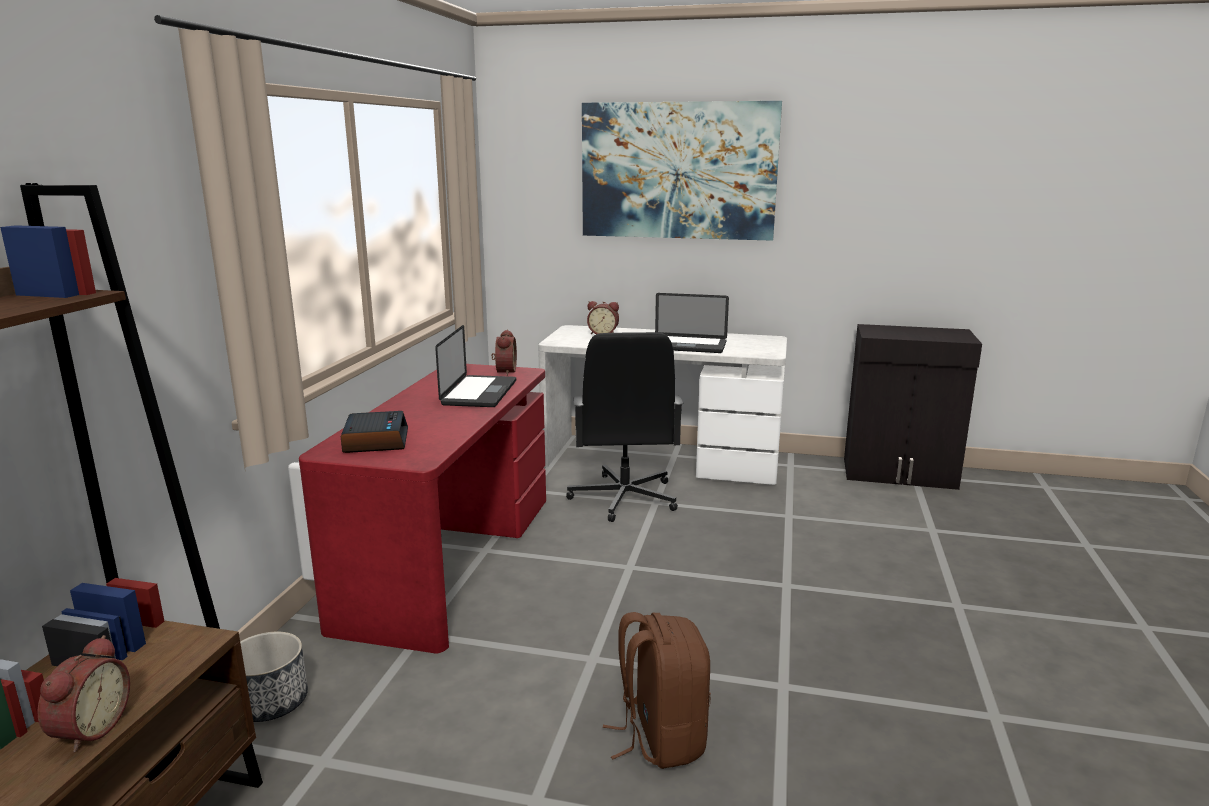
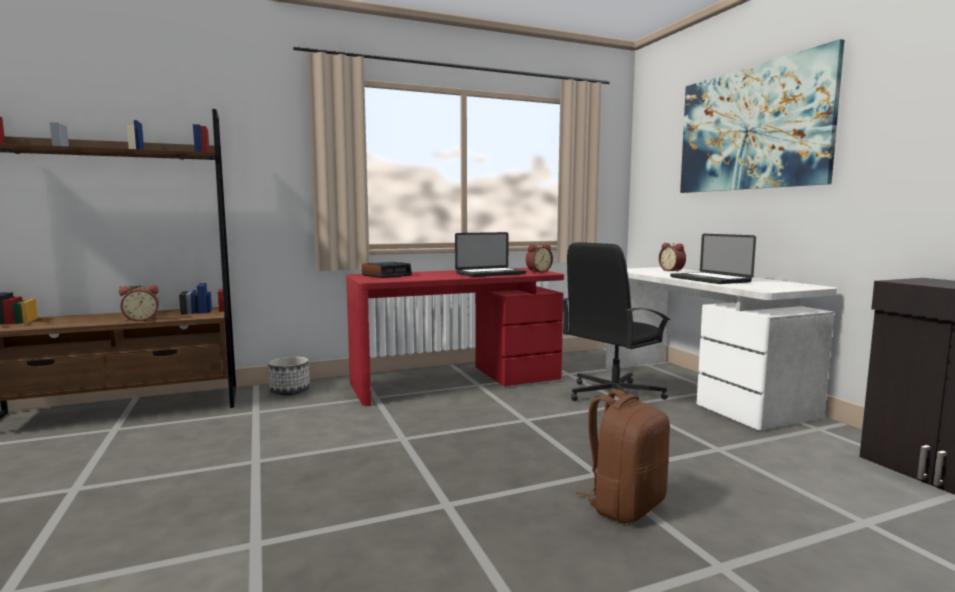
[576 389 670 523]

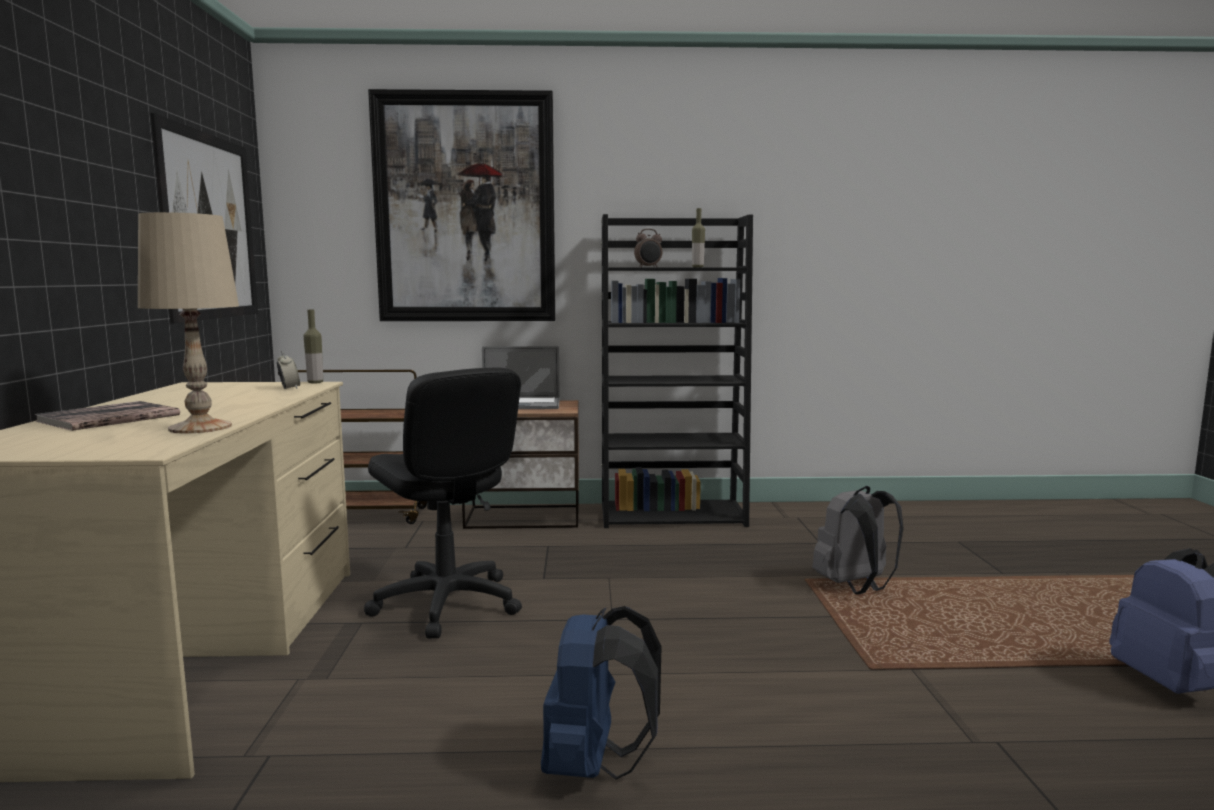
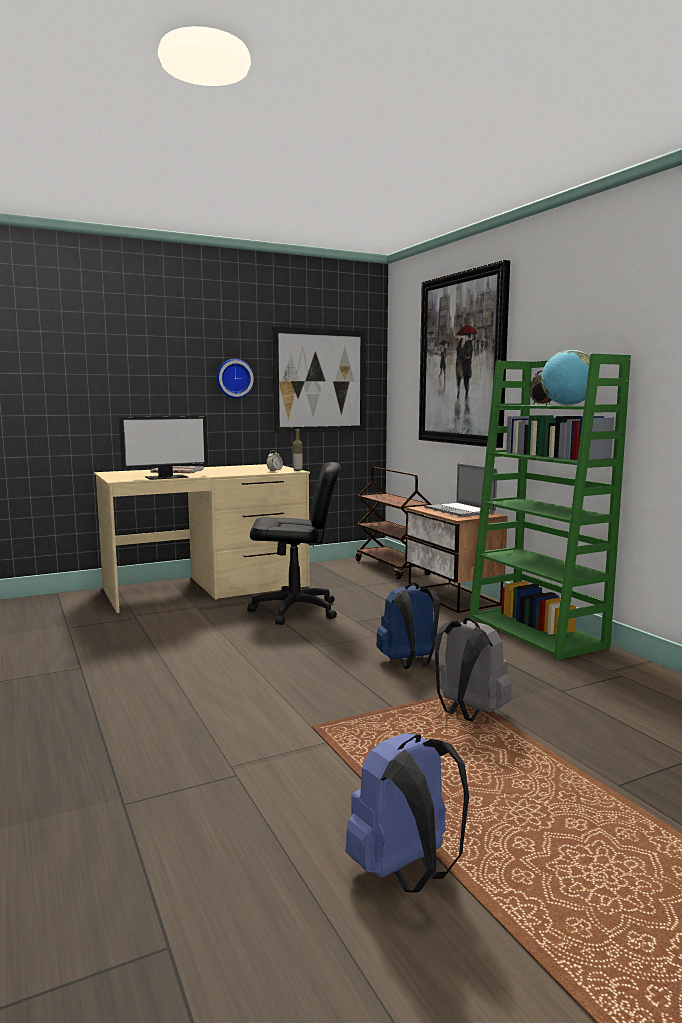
[119 416 208 480]
[247 462 341 625]
[376 582 440 669]
[469 354 631 660]
[541 350 590 406]
[216 359 254 399]

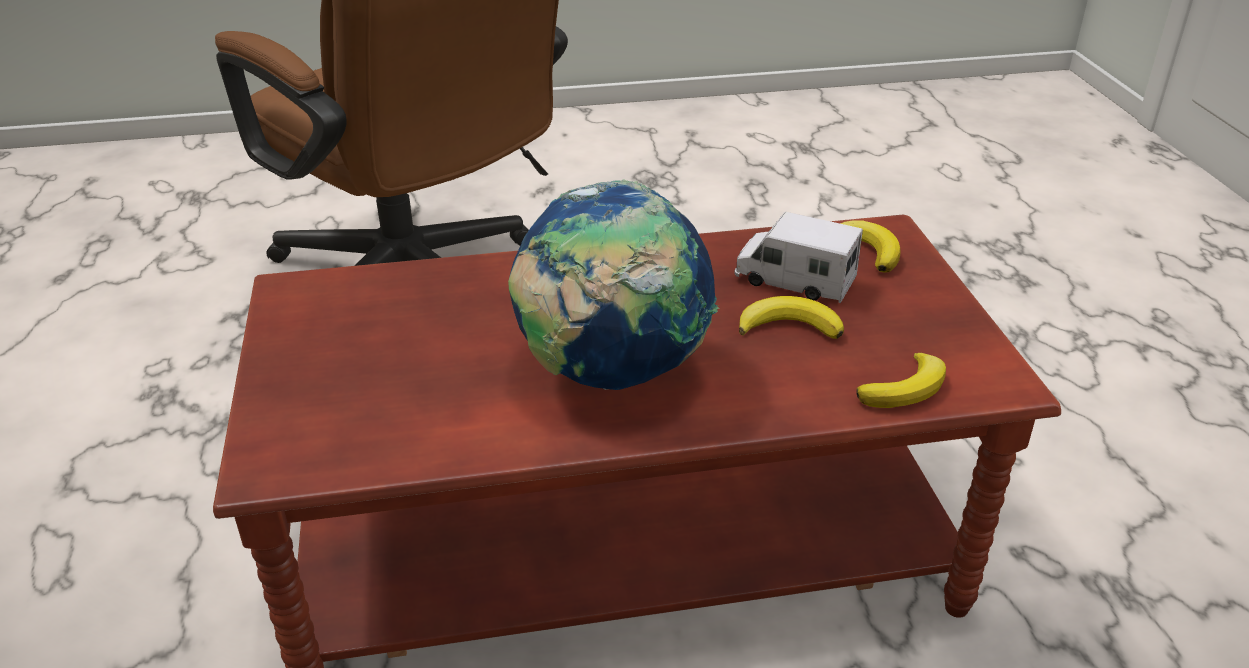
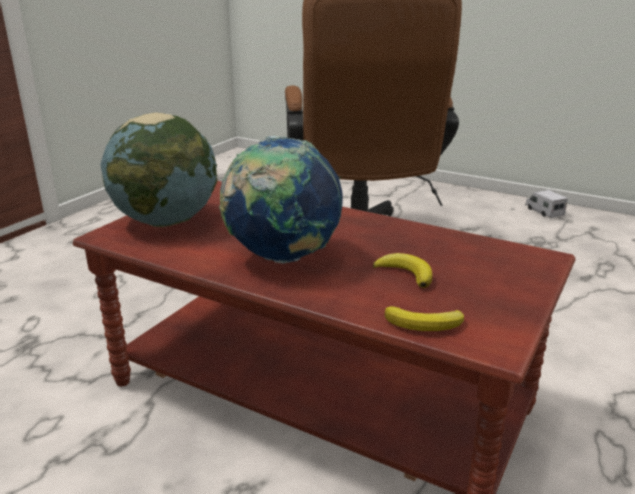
[525 190 568 218]
[840 221 901 272] (first image)
[101 113 218 227]

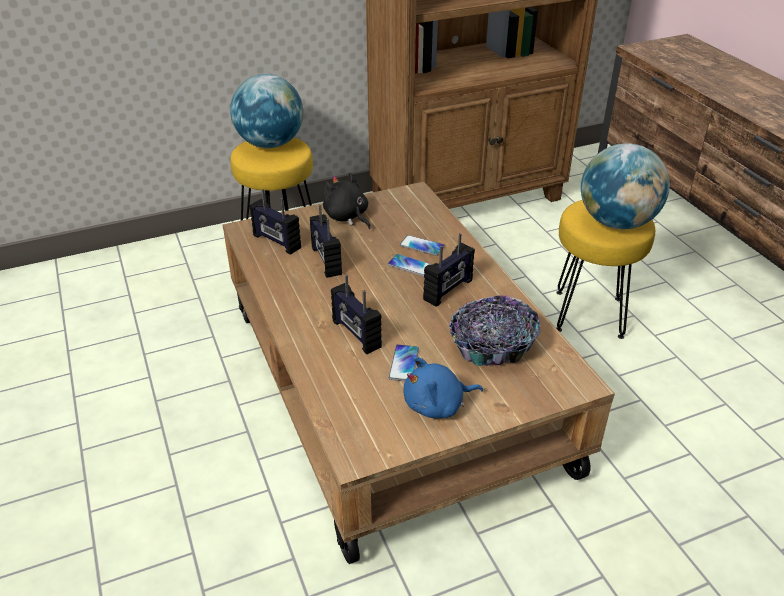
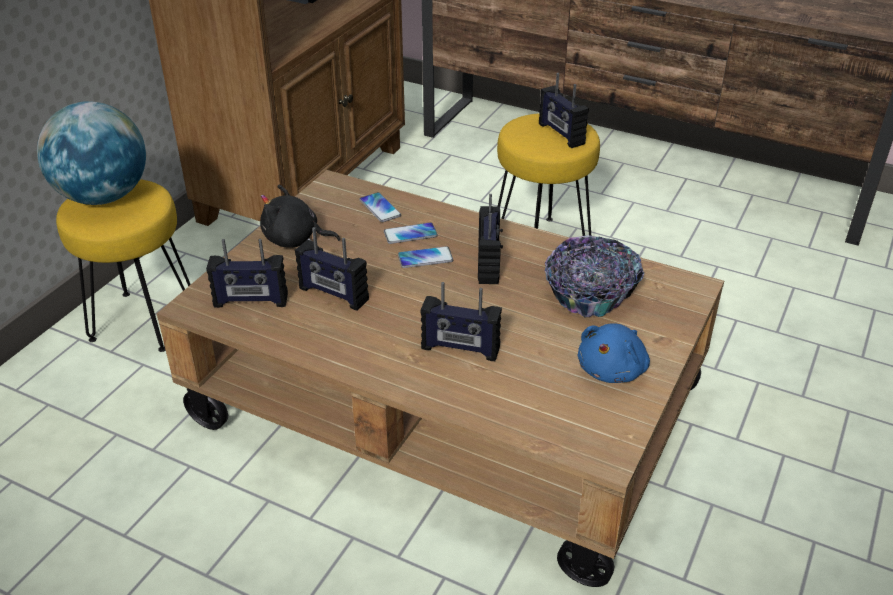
[359 192 401 222]
[539 73 589 148]

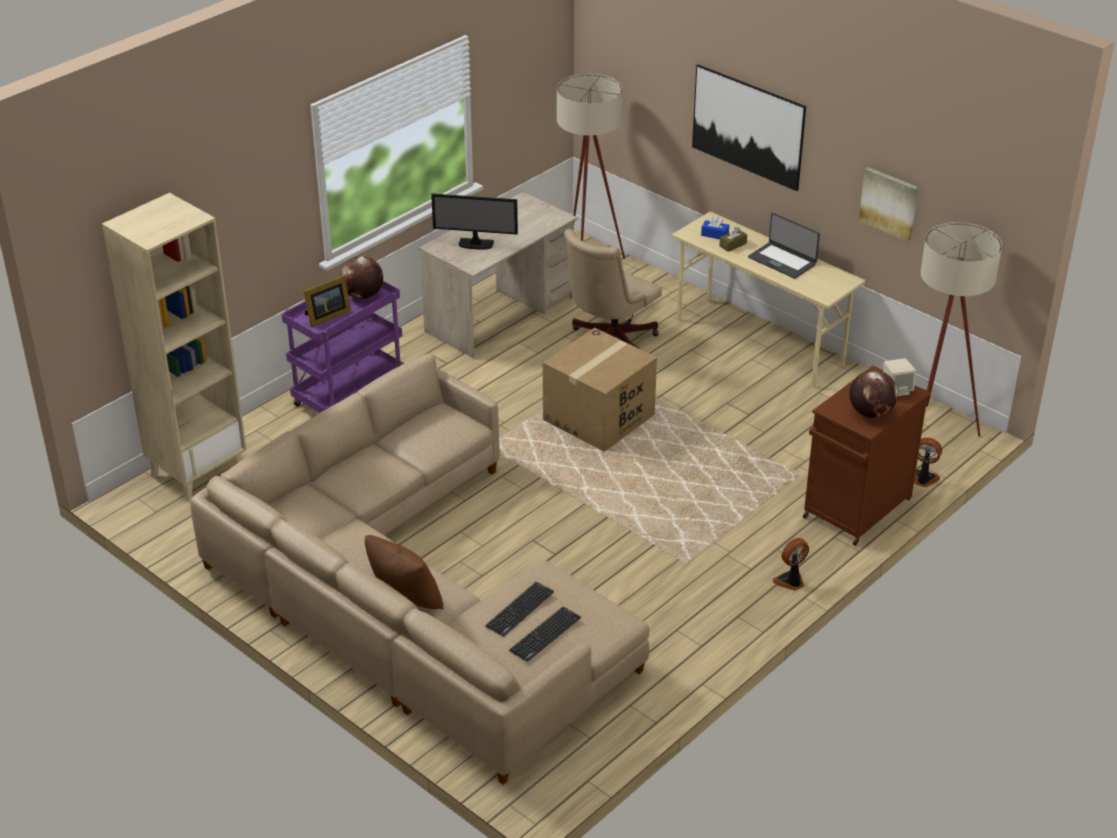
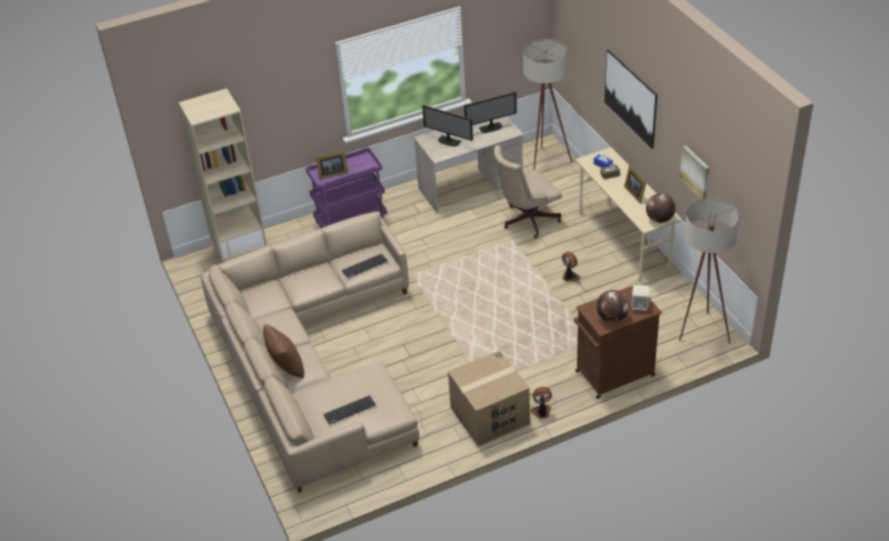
[646 194 675 223]
[342 254 388 278]
[448 351 530 446]
[624 165 646 204]
[562 251 581 282]
[464 92 517 133]

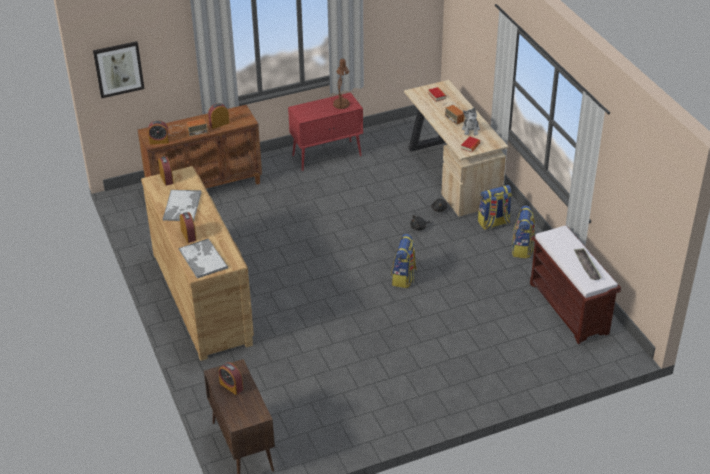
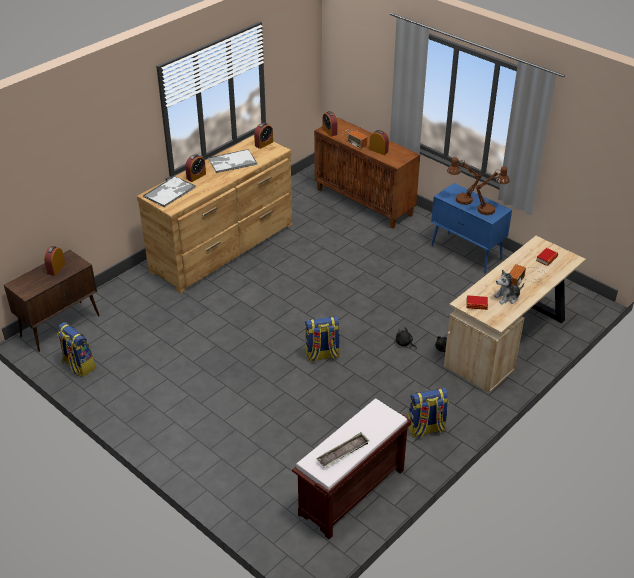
[93 41 144 98] (first image)
[431 183 512 273]
[57 322 96 377]
[447 157 482 205]

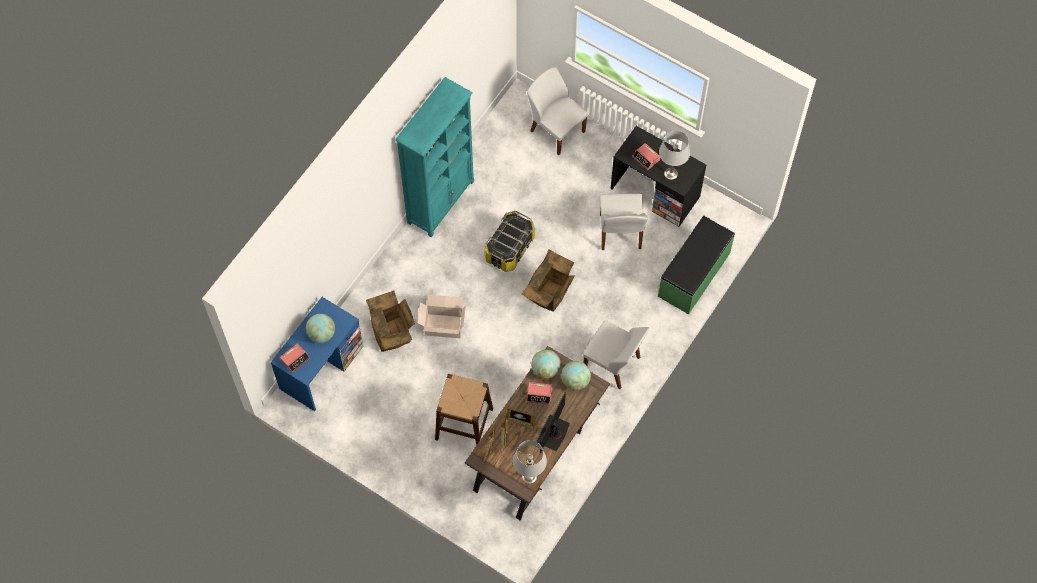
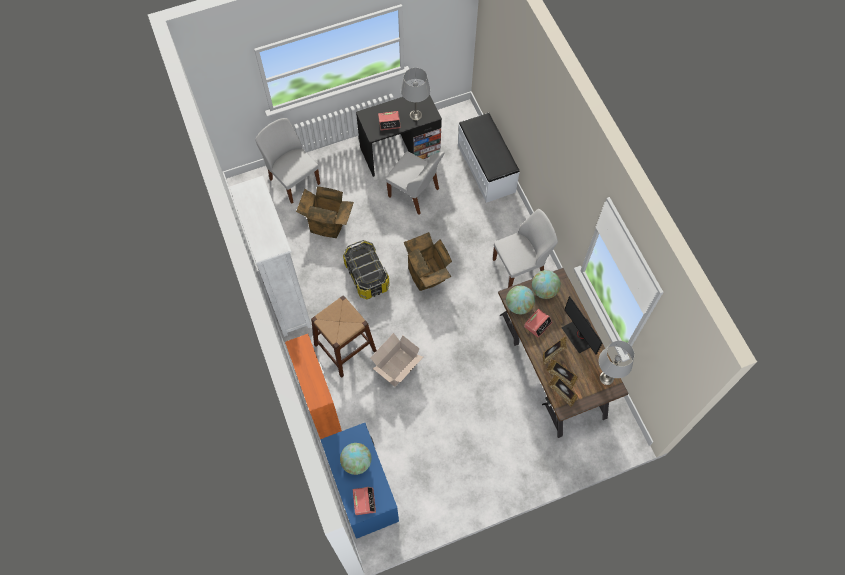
[296 186 354 238]
[229 176 312 337]
[311 295 377 378]
[255 118 320 204]
[458 113 520 203]
[285 334 342 439]

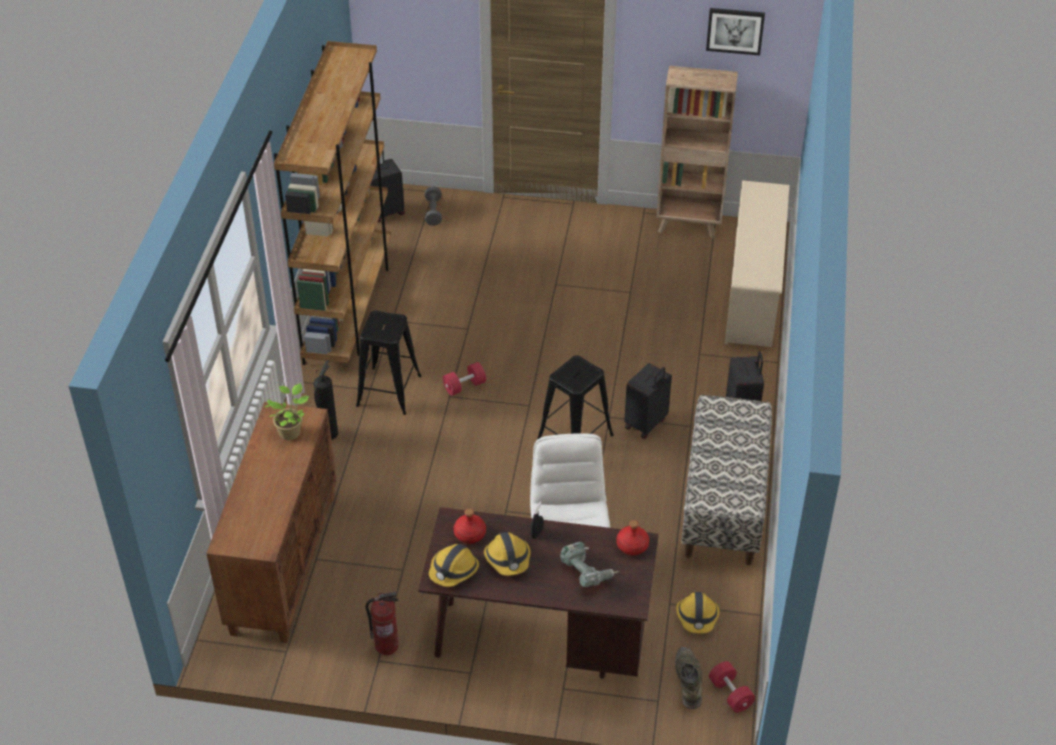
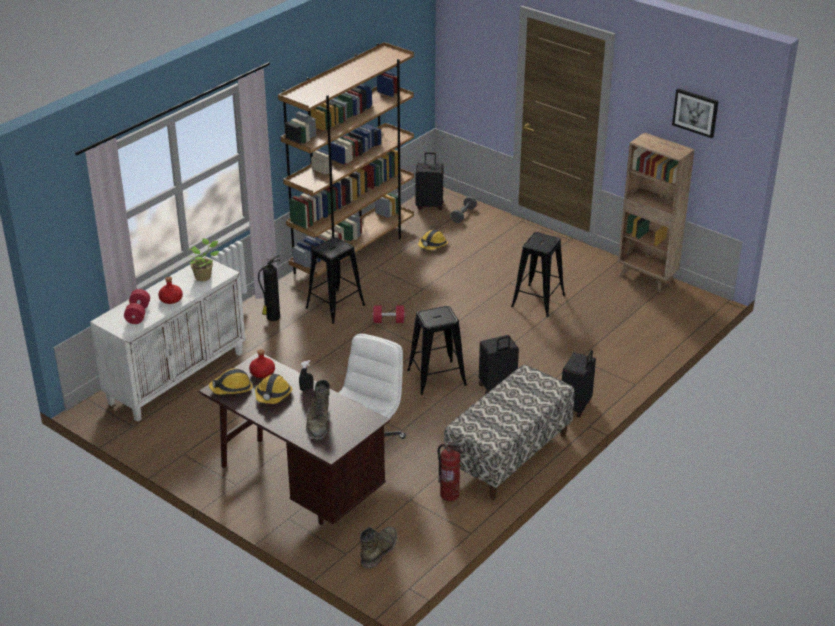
[90 256 246 422]
[438 442 463 501]
[306 380 330 439]
[158 277 183 304]
[418 230 448 250]
[124 289 150 324]
[725 181 789 347] (first image)
[511 232 565 317]

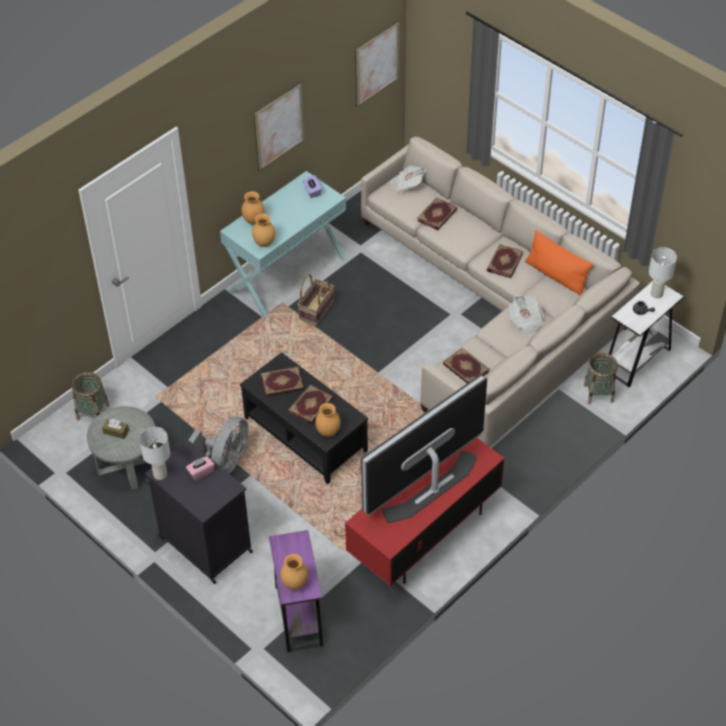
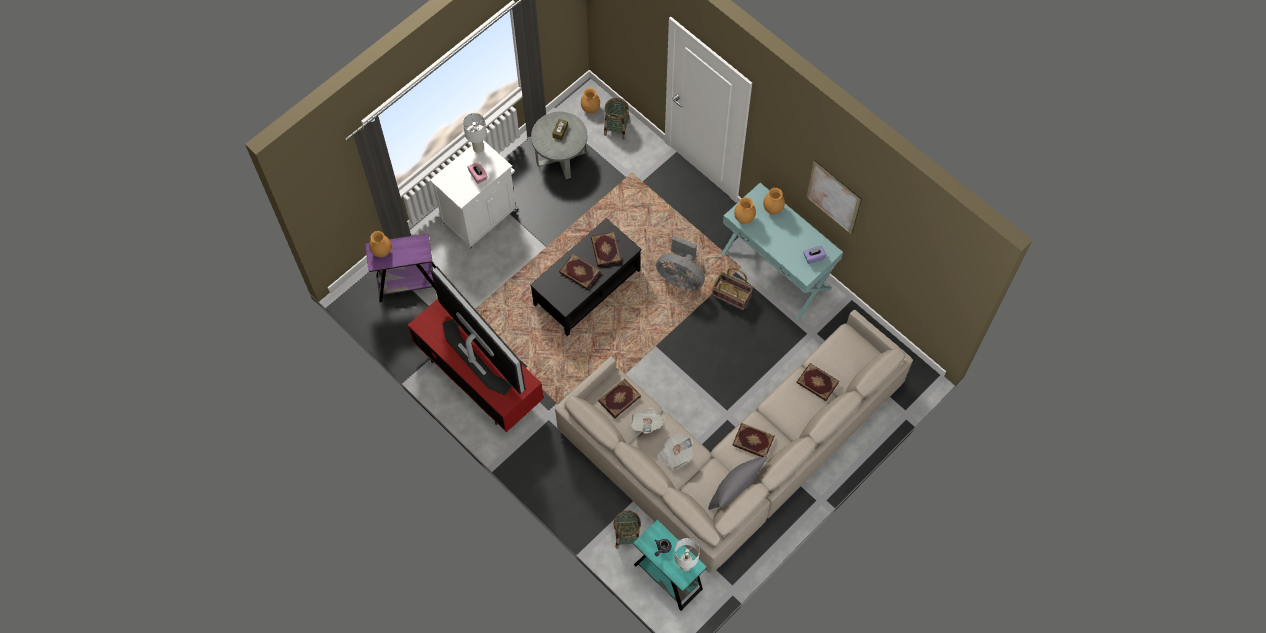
[430 140 517 250]
[656 235 705 290]
[581 88 600 114]
[355 20 400 107] (first image)
[630 407 664 434]
[708 456 767 510]
[633 520 707 611]

